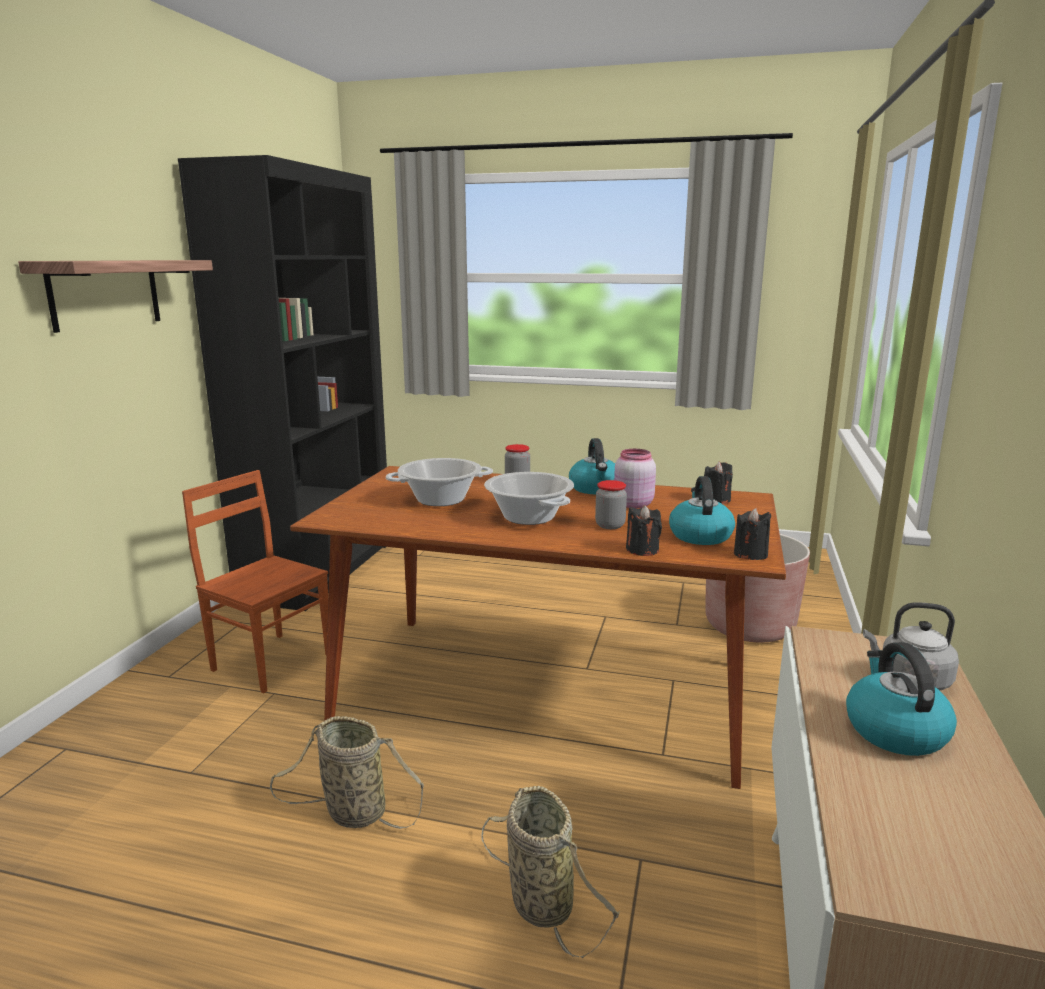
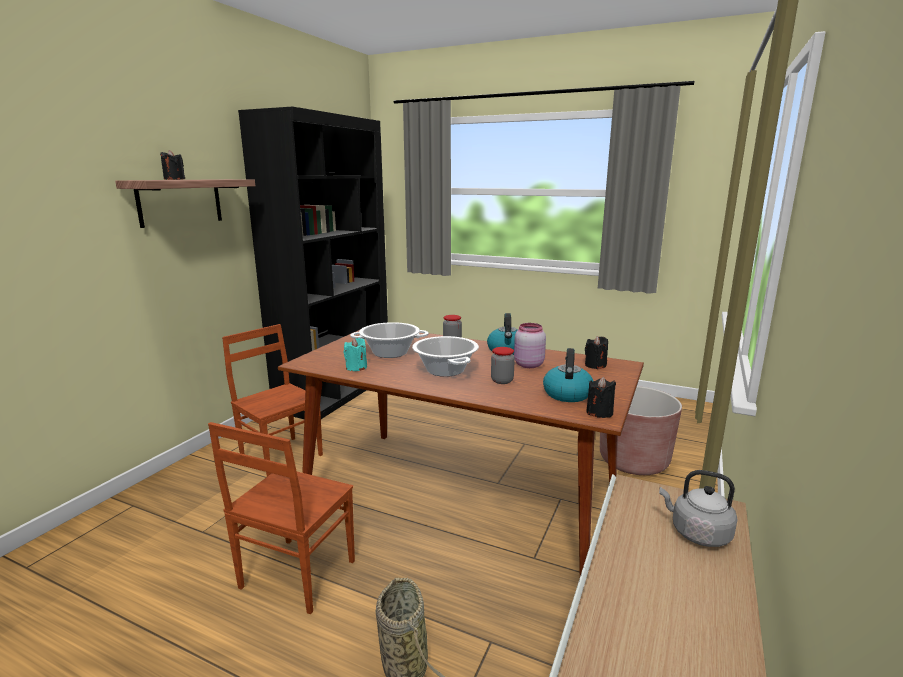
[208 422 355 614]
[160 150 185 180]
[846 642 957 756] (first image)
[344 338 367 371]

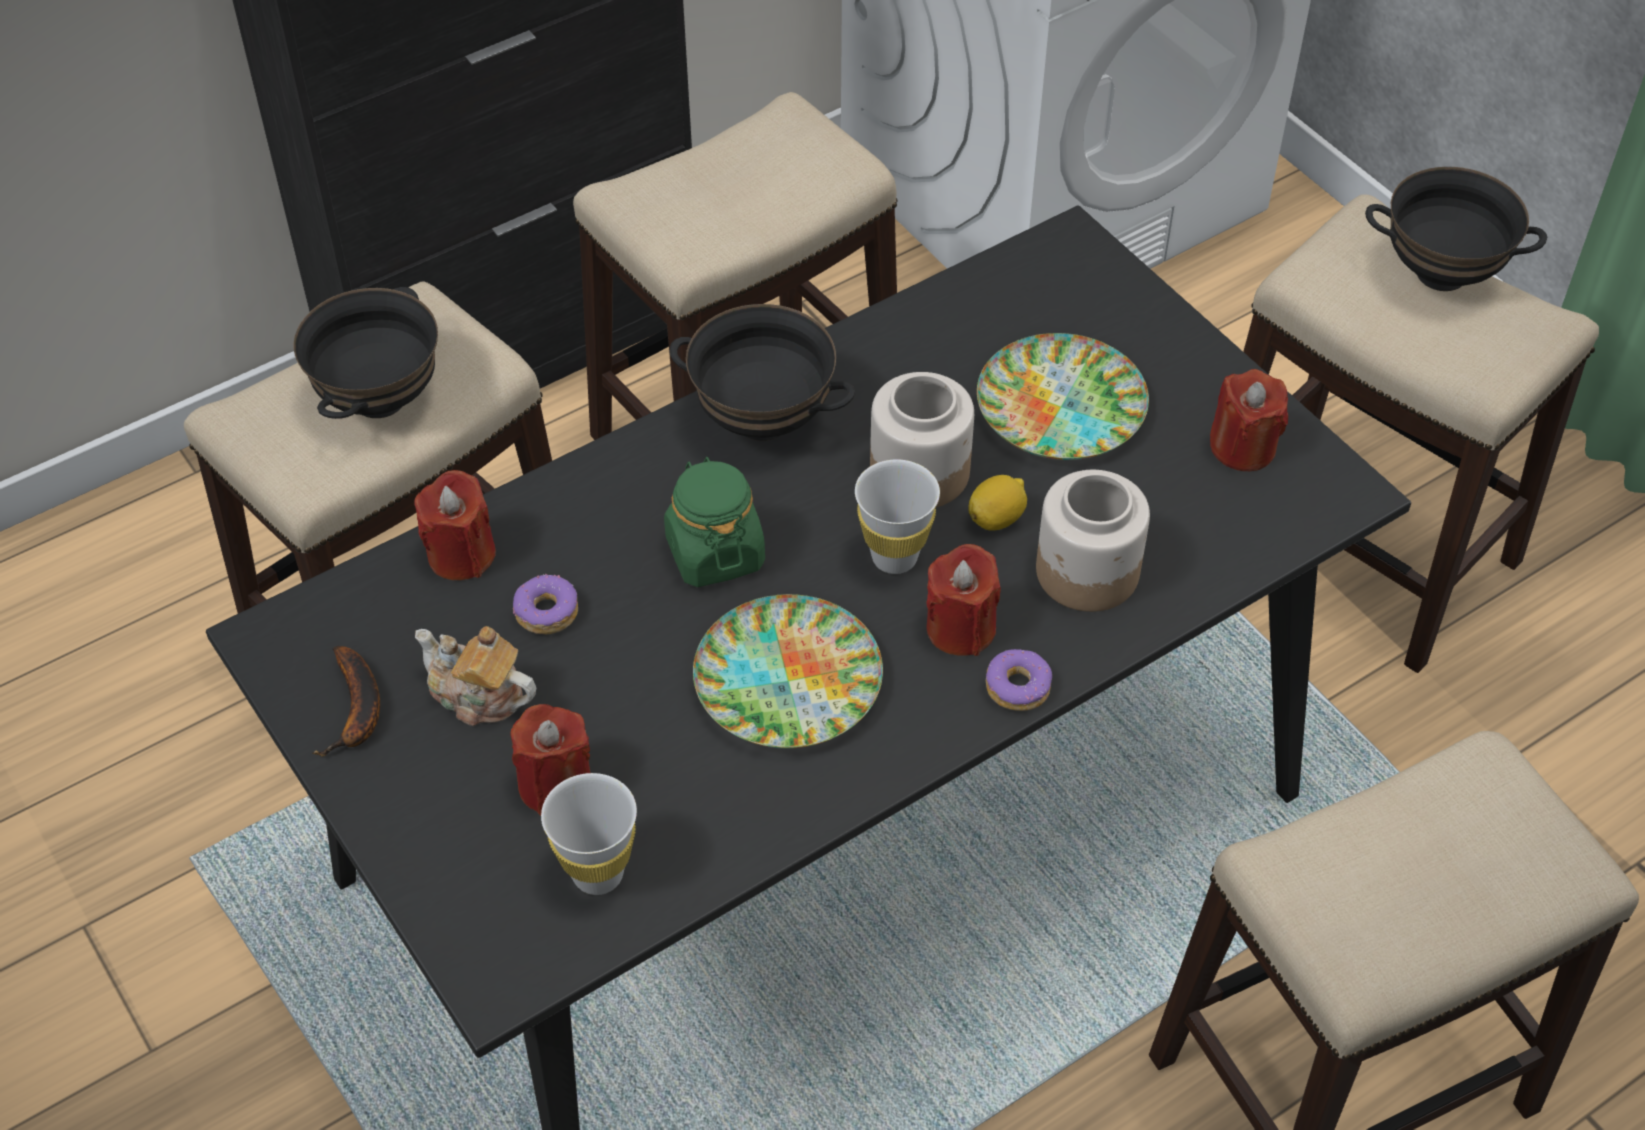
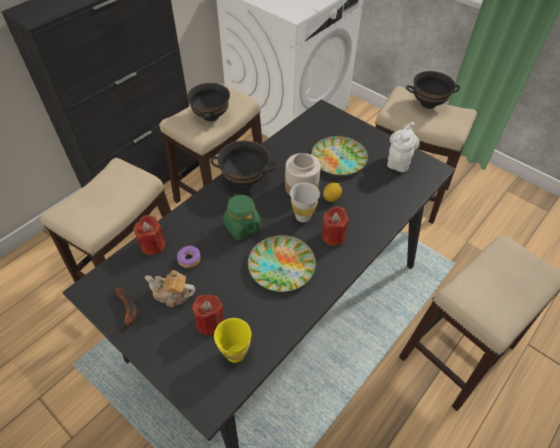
[187 83 230 122]
[214 318 251 363]
[986 649 1052 711] (first image)
[1036 470 1150 612] (first image)
[387 122 420 172]

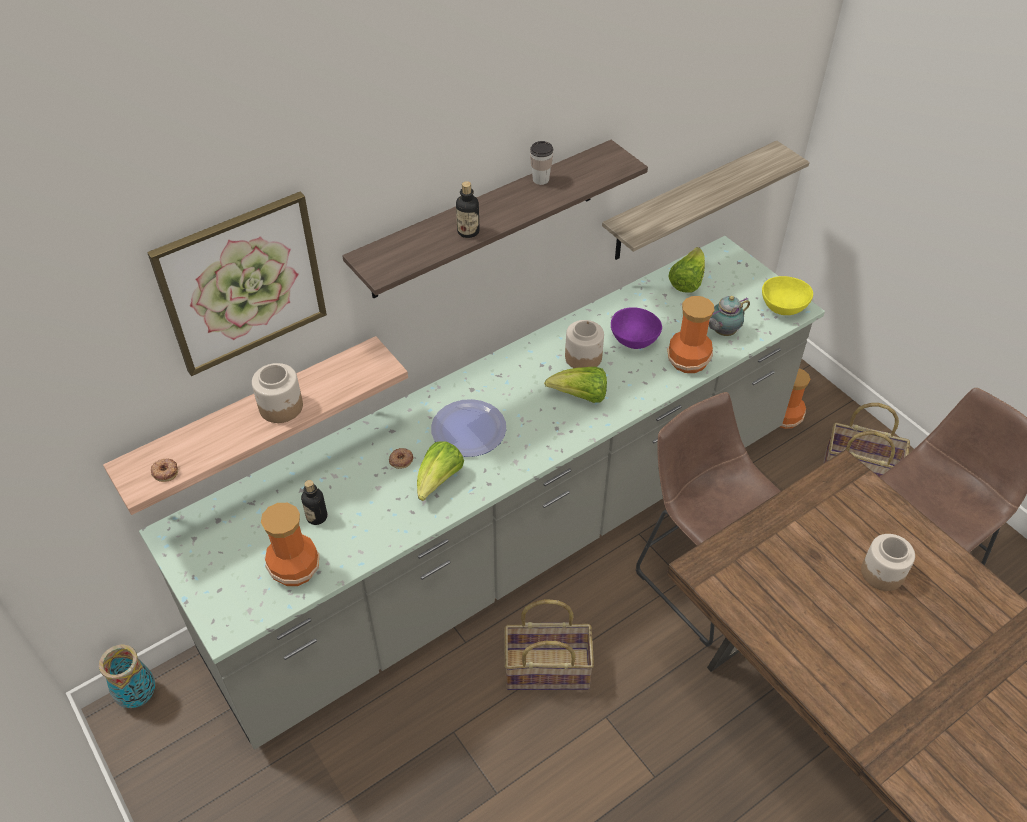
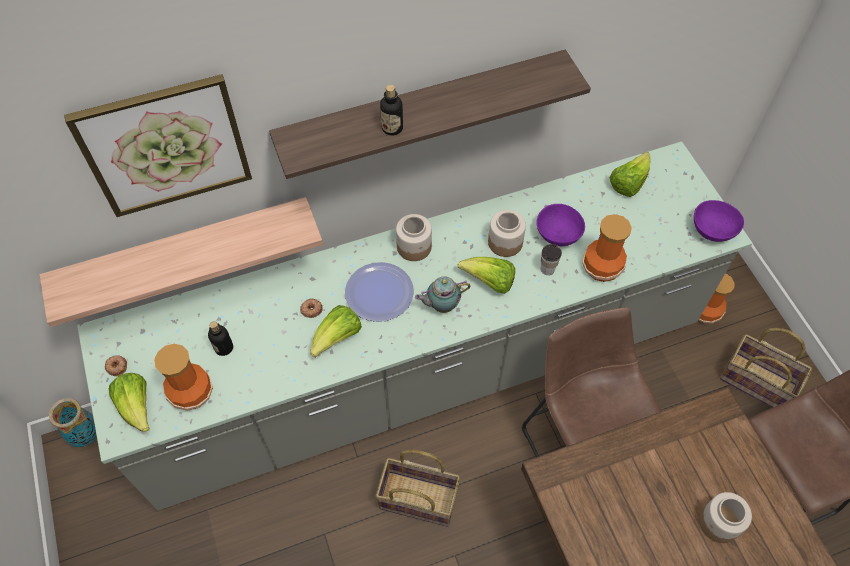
[105 355 127 376]
[396 214 432 261]
[541 244 562 275]
[602 141 810 260] (first image)
[415 276 471 313]
[694 200 744 242]
[109 373 150 432]

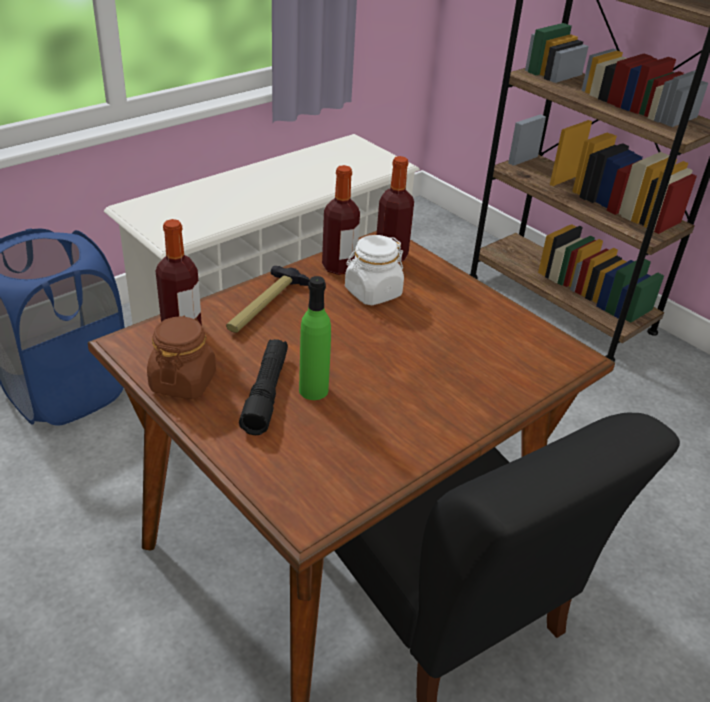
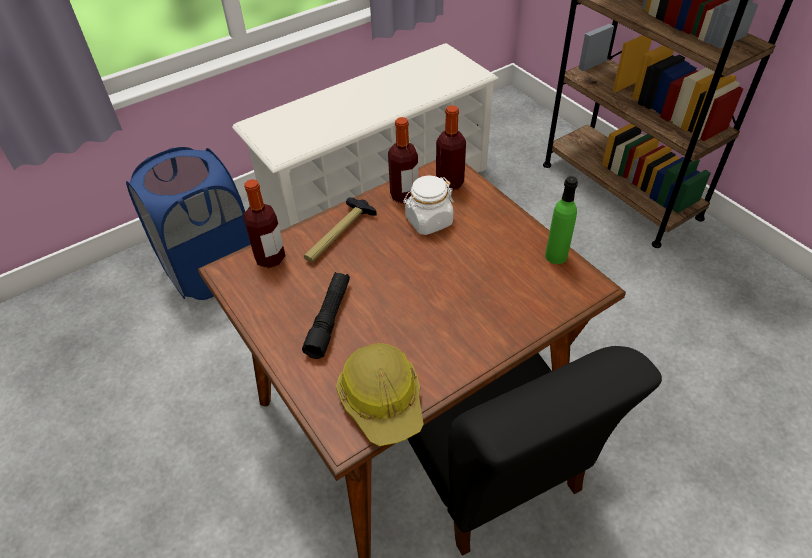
[147 316 216 399] (first image)
[545 176 578 264]
[336 343 424 446]

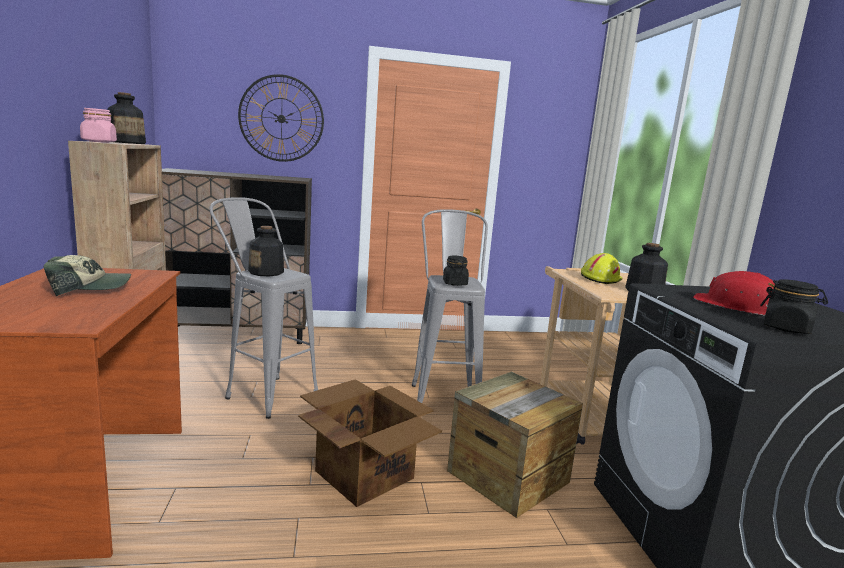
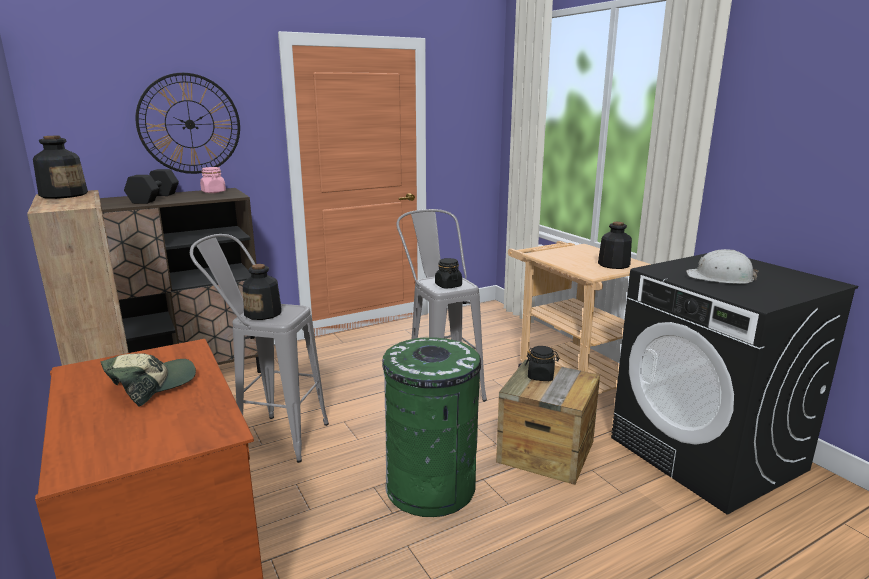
[200 167 226 193]
[382 337 481 517]
[581 253 622 284] (first image)
[686 249 758 284]
[525 346 559 381]
[124 169 179 204]

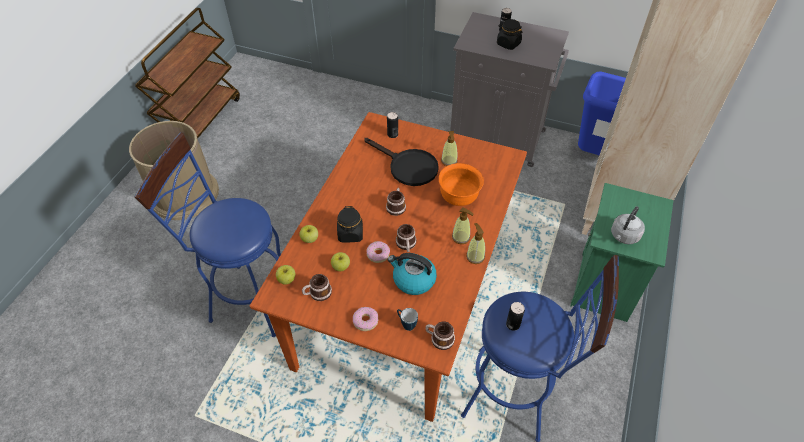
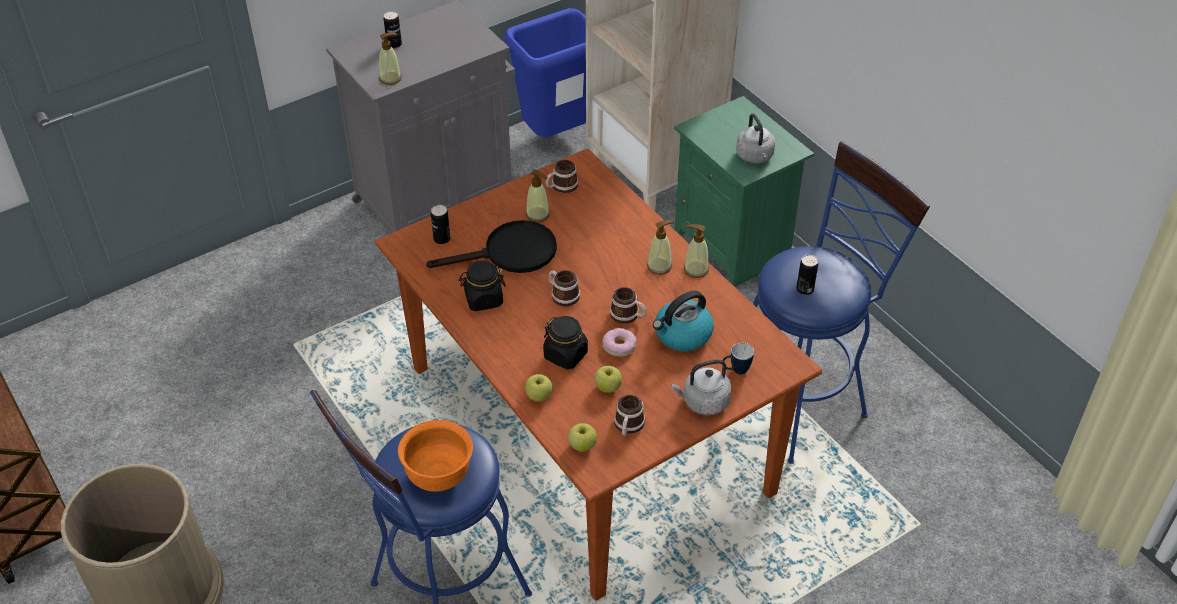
[671 359 732 415]
[546 160 578 193]
[398 420 473 492]
[459 261 506 311]
[379 32 402 85]

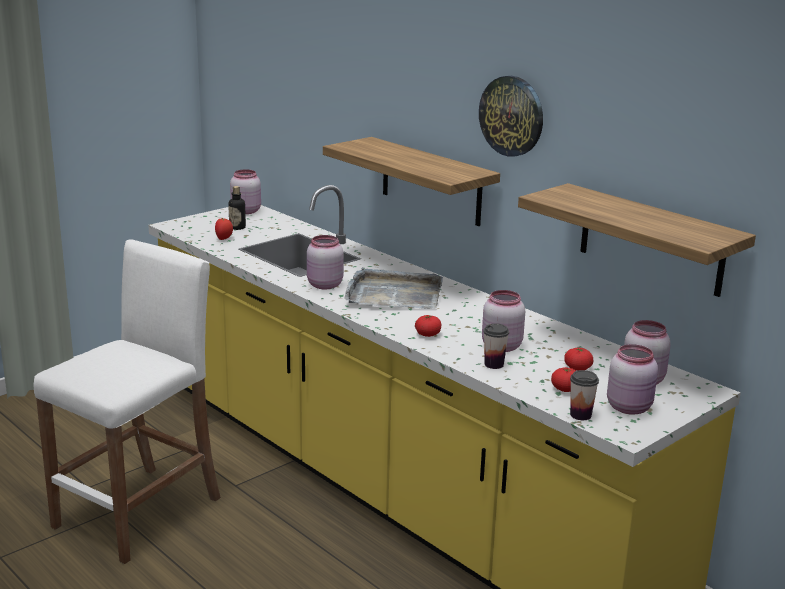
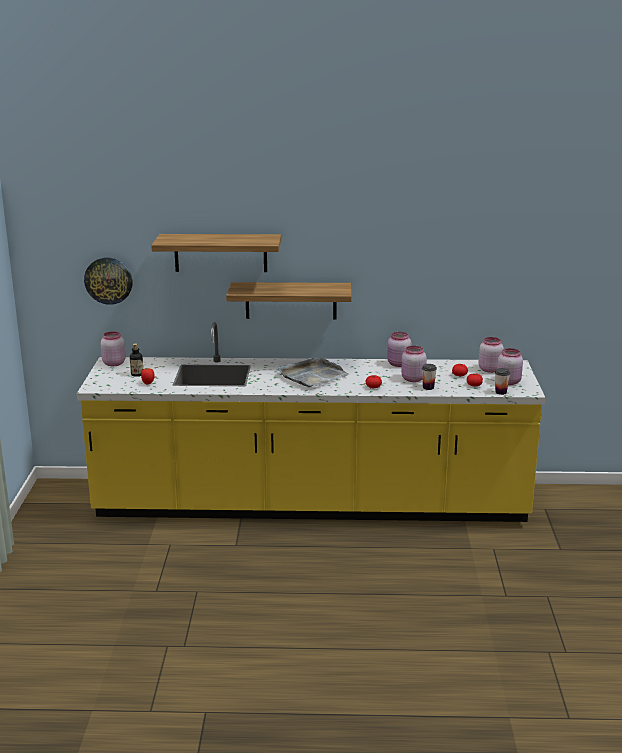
[33 239 221 564] (first image)
[387 332 411 367]
[84 258 133 305]
[151 234 281 272]

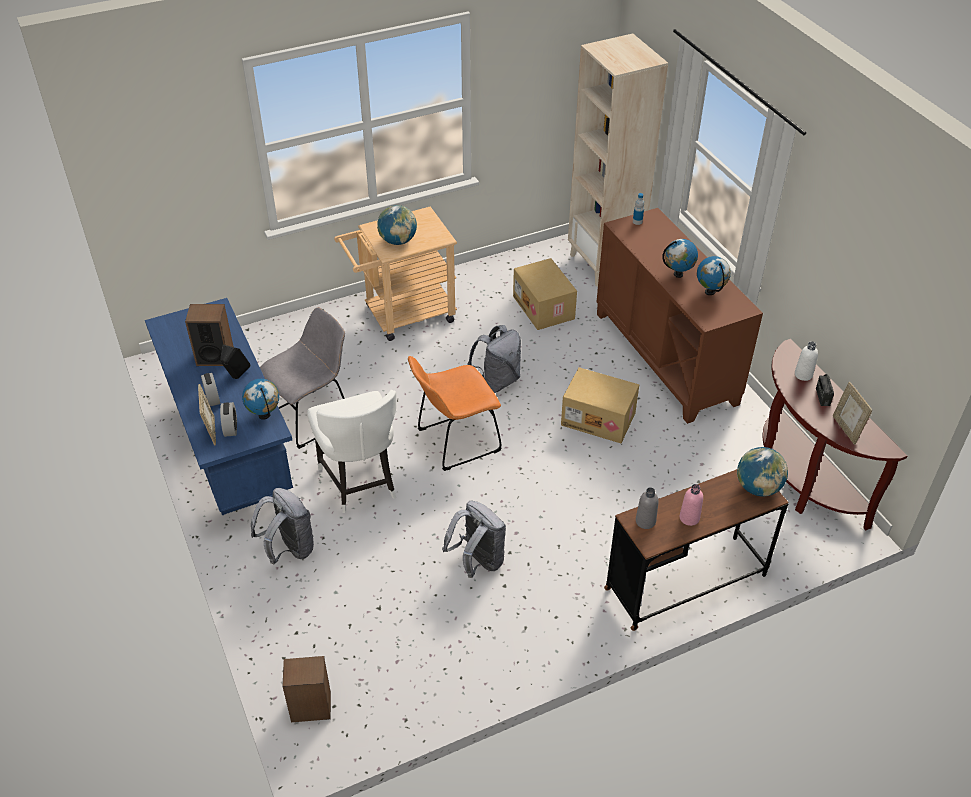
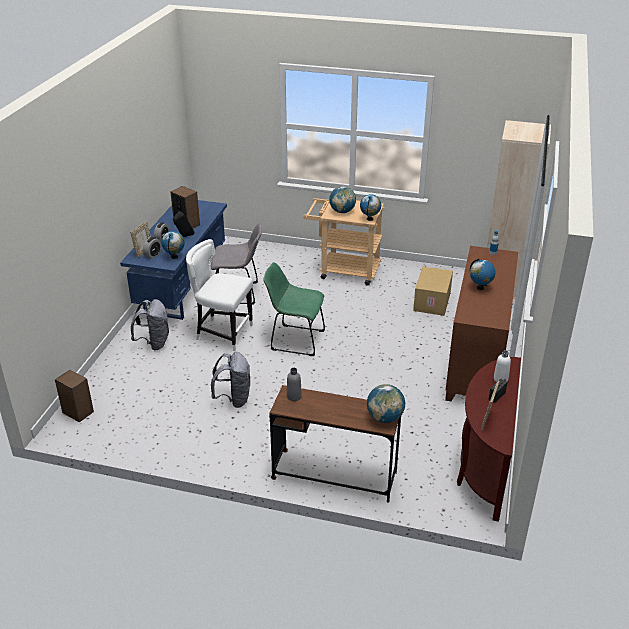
[186 239 253 351]
[263 262 325 356]
[467 325 521 393] (first image)
[561 367 639 443] (first image)
[680 484 703 526] (first image)
[360 194 381 221]

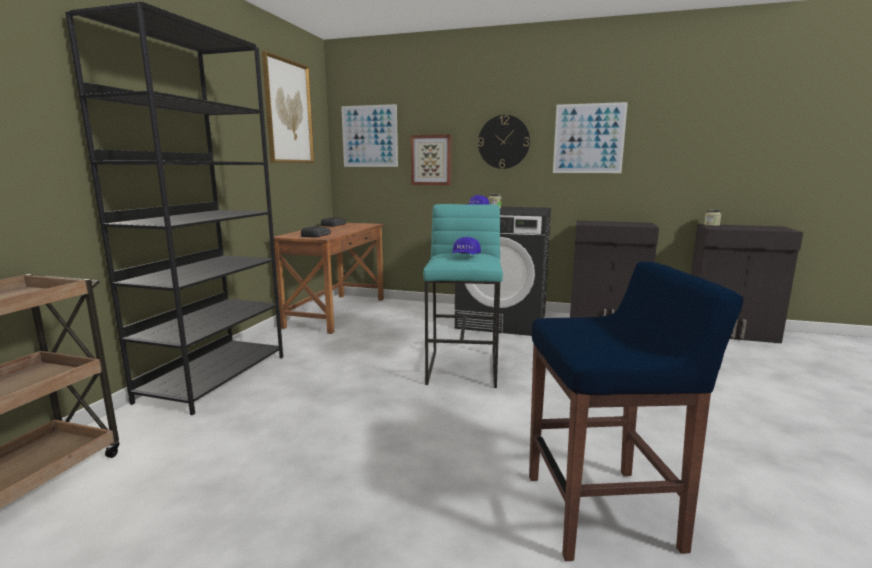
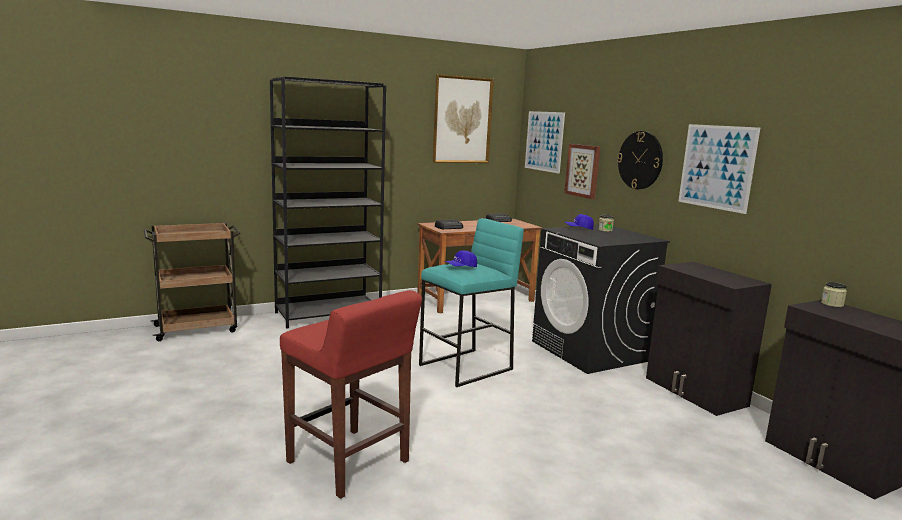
[280 290 422 499]

